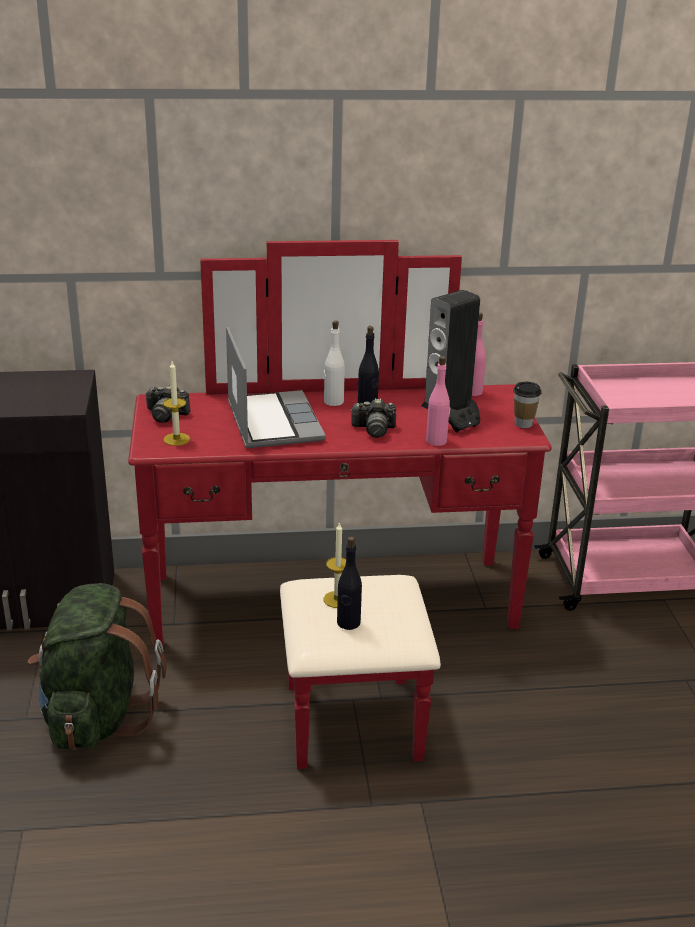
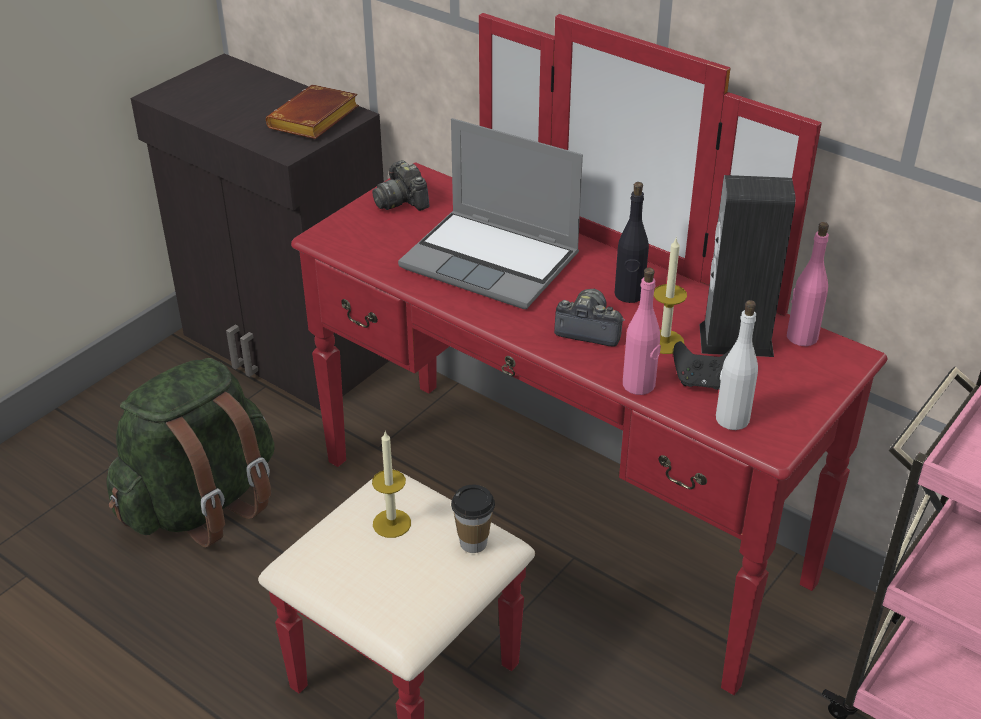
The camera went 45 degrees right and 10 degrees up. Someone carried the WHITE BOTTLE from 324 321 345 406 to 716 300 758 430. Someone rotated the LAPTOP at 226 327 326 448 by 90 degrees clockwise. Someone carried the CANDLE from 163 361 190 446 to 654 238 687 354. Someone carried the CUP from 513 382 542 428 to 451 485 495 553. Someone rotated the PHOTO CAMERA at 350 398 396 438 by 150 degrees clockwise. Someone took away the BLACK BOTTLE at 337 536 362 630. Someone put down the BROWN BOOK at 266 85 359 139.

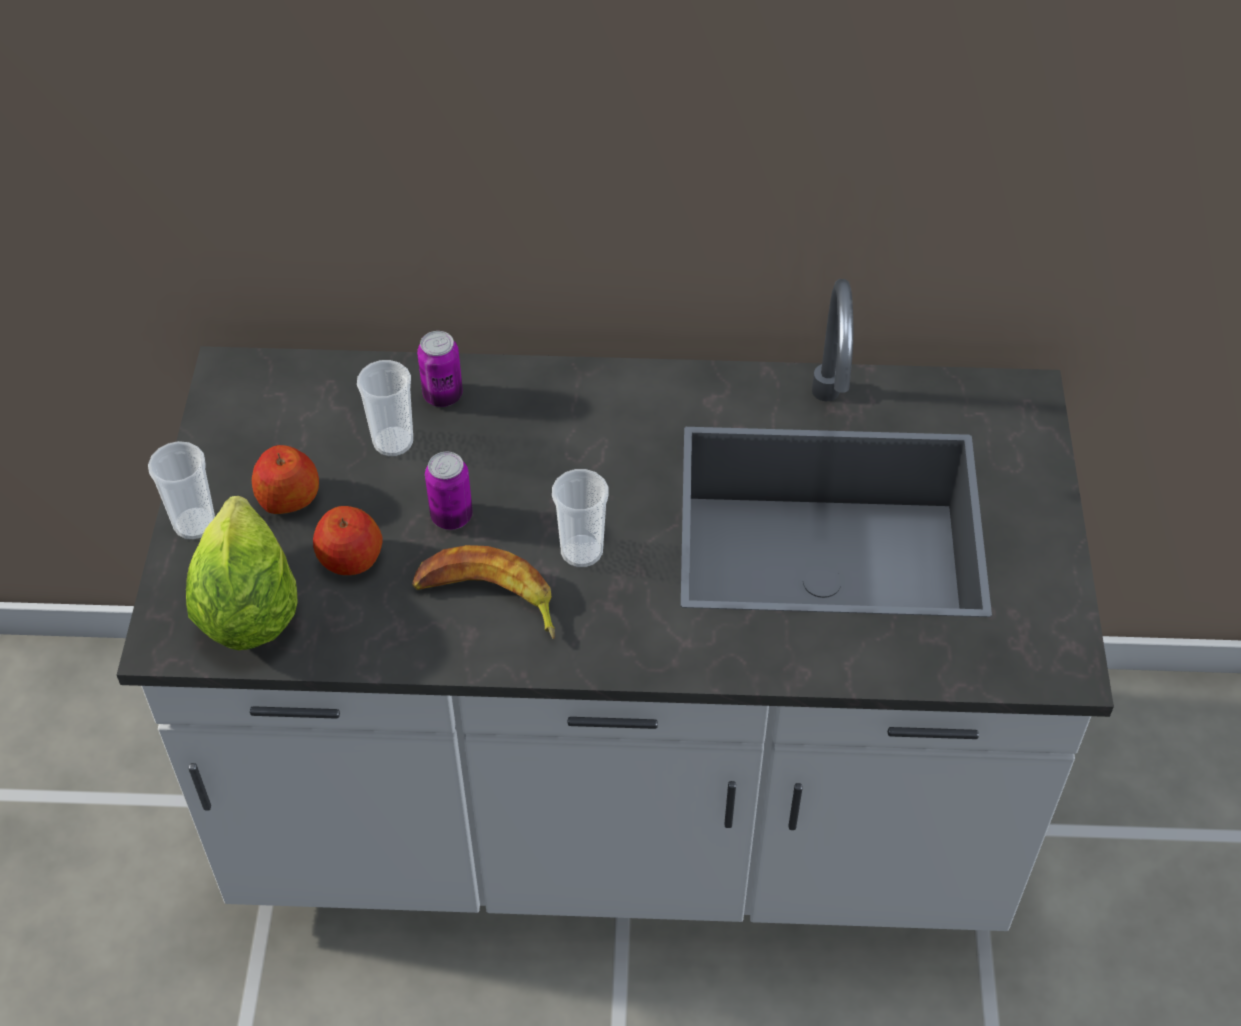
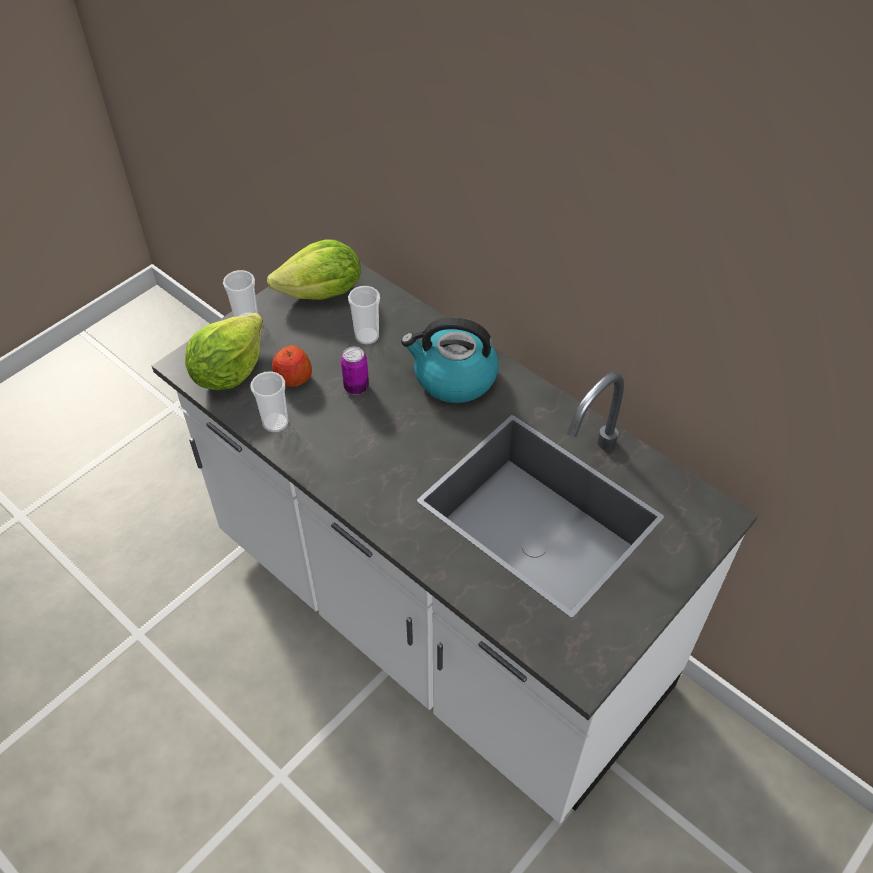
The camera went 40 degrees right and 0 degrees up. Someone took away the CAN at 417 331 463 407. Someone took away the APPLE at 252 445 319 514. Someone carried the CUP from 552 469 608 567 to 251 371 288 433. Someone took away the BANANA at 412 545 555 639. Someone put down the LETTUCE at 267 239 361 300. Someone put down the KETTLE at 401 317 499 403.

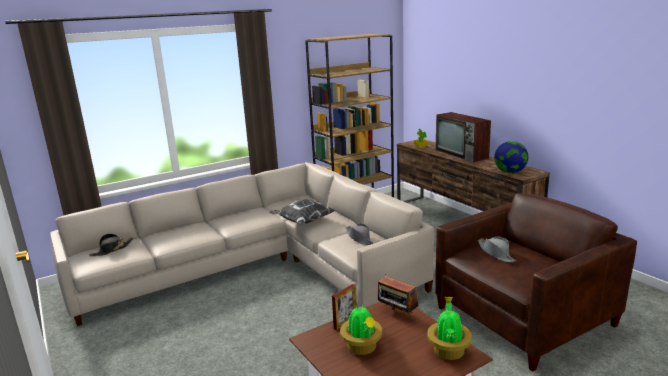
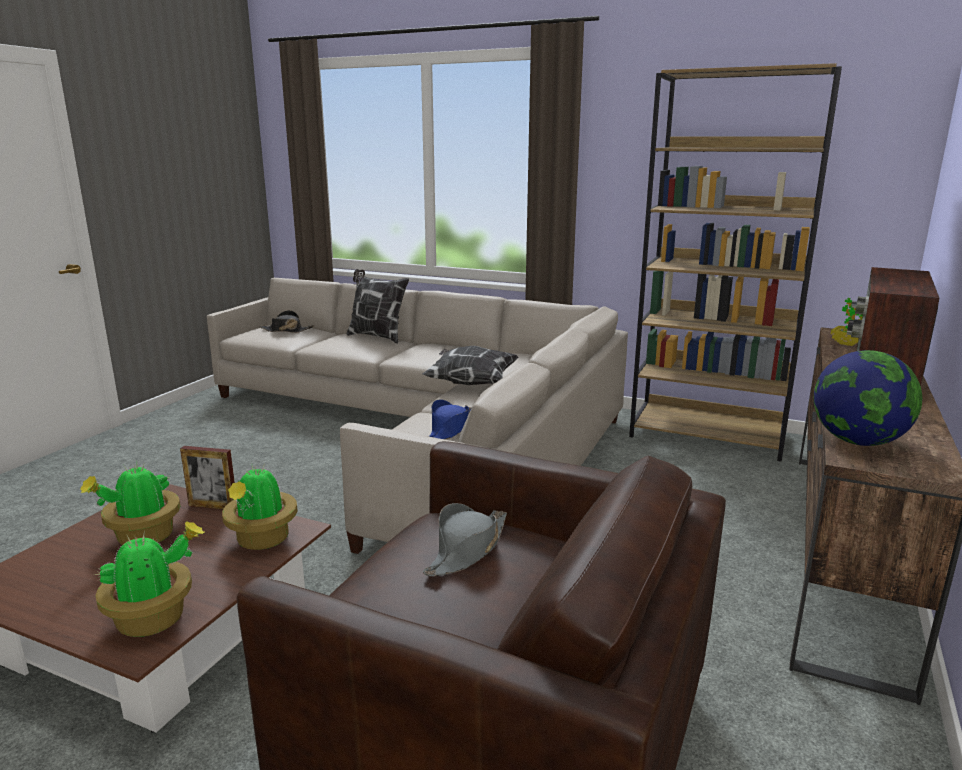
The camera went 55 degrees right and 0 degrees up. Someone repainted the GREY HAT at 346 224 373 245, which became the BLUE HAT at 428 400 472 440. Someone swapped the RADIO at 378 276 419 313 for the POTTED PLANT at 222 463 298 550. Someone put down the PILLOW at 347 269 409 343.

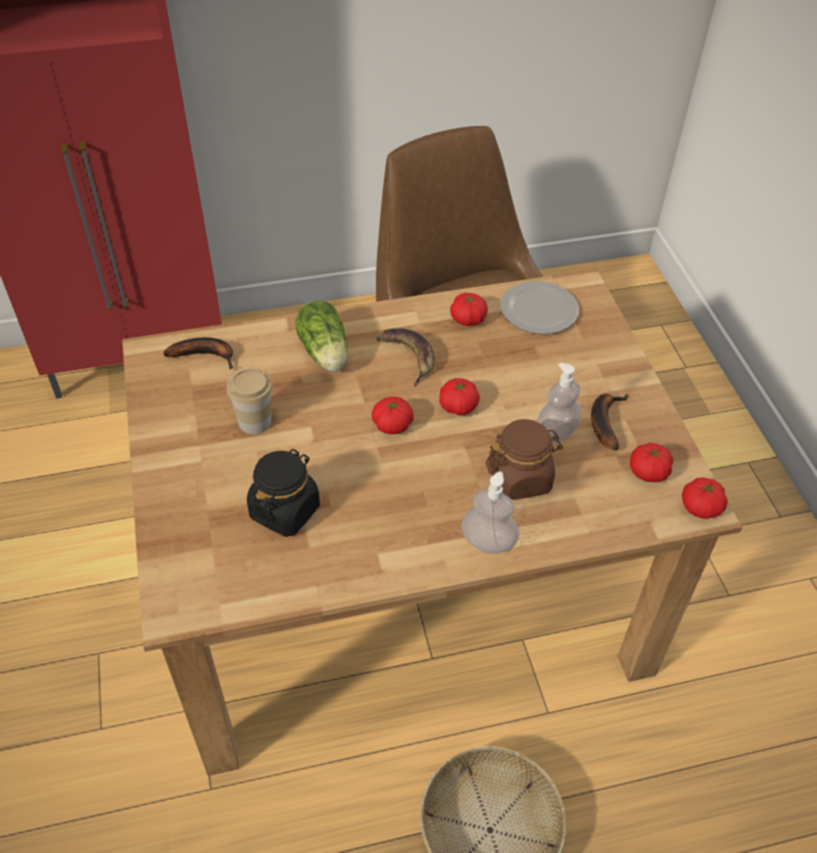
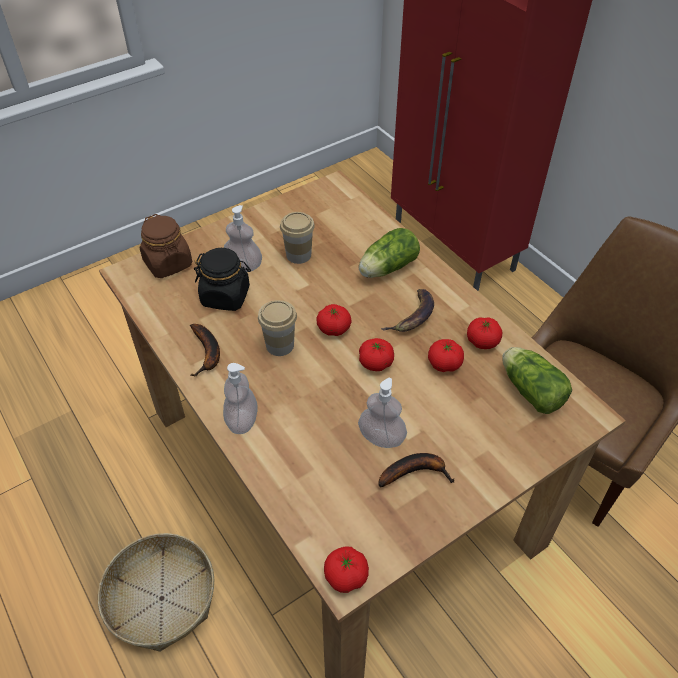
The camera went 70 degrees right and 0 degrees up. Someone swapped the PLATE at 501 281 579 334 for the LETTUCE at 502 347 572 414. Someone carried the BANANA from 163 337 233 370 to 190 324 220 376. Someone carried the BROWN JAR from 486 419 563 500 to 140 214 192 278. Someone carried the TOMATO from 630 443 673 482 to 428 339 464 372. Someone put down the SOAP DISPENSER at 224 205 262 272. Someone put down the CUP at 258 300 297 356.

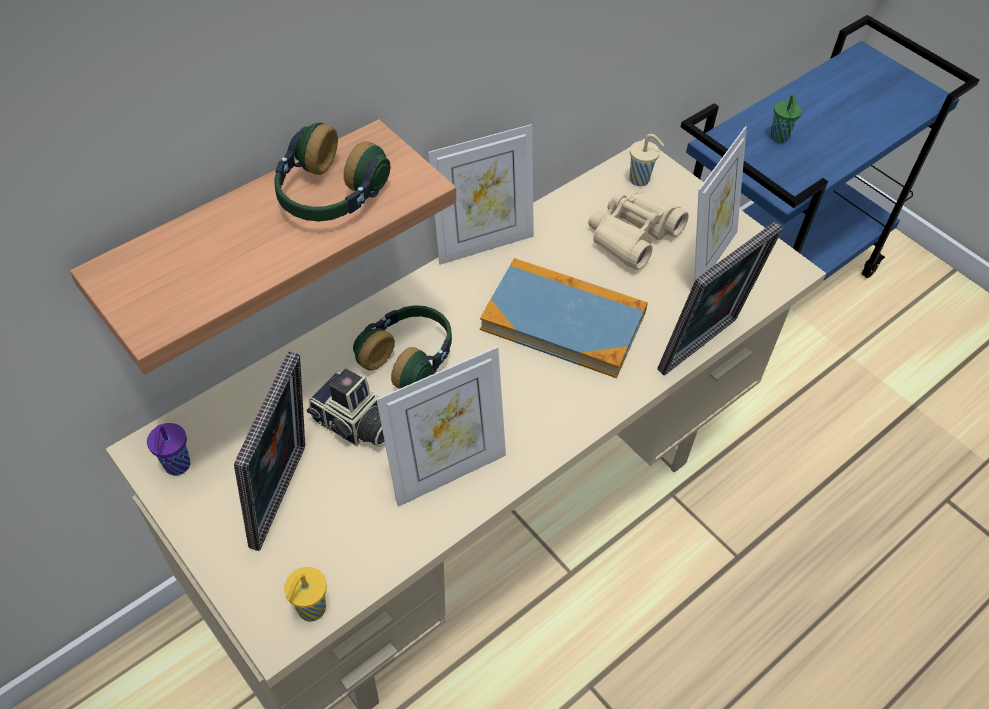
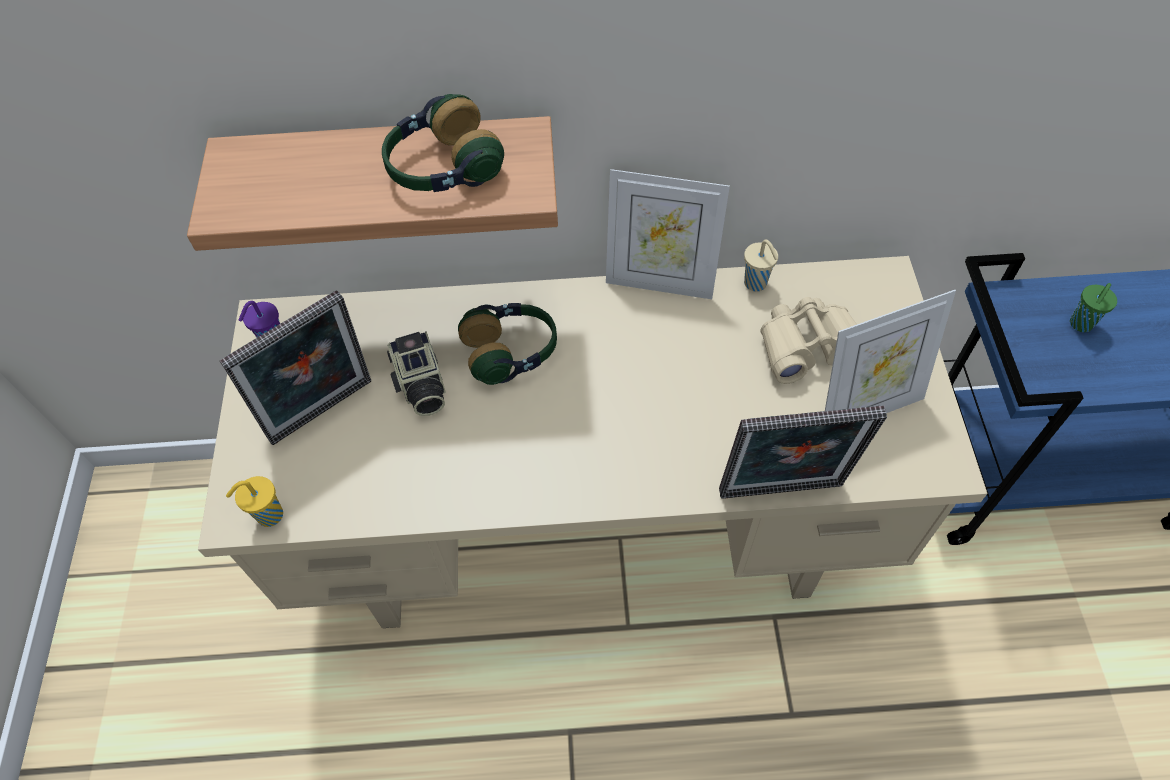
The camera went 40 degrees right and 5 degrees up. Someone carried the BEIGE CUP from 629 134 664 186 to 744 240 778 292. Someone took away the BOOK at 480 258 648 378. Someone took away the PICTURE FRAME at 376 346 506 507.

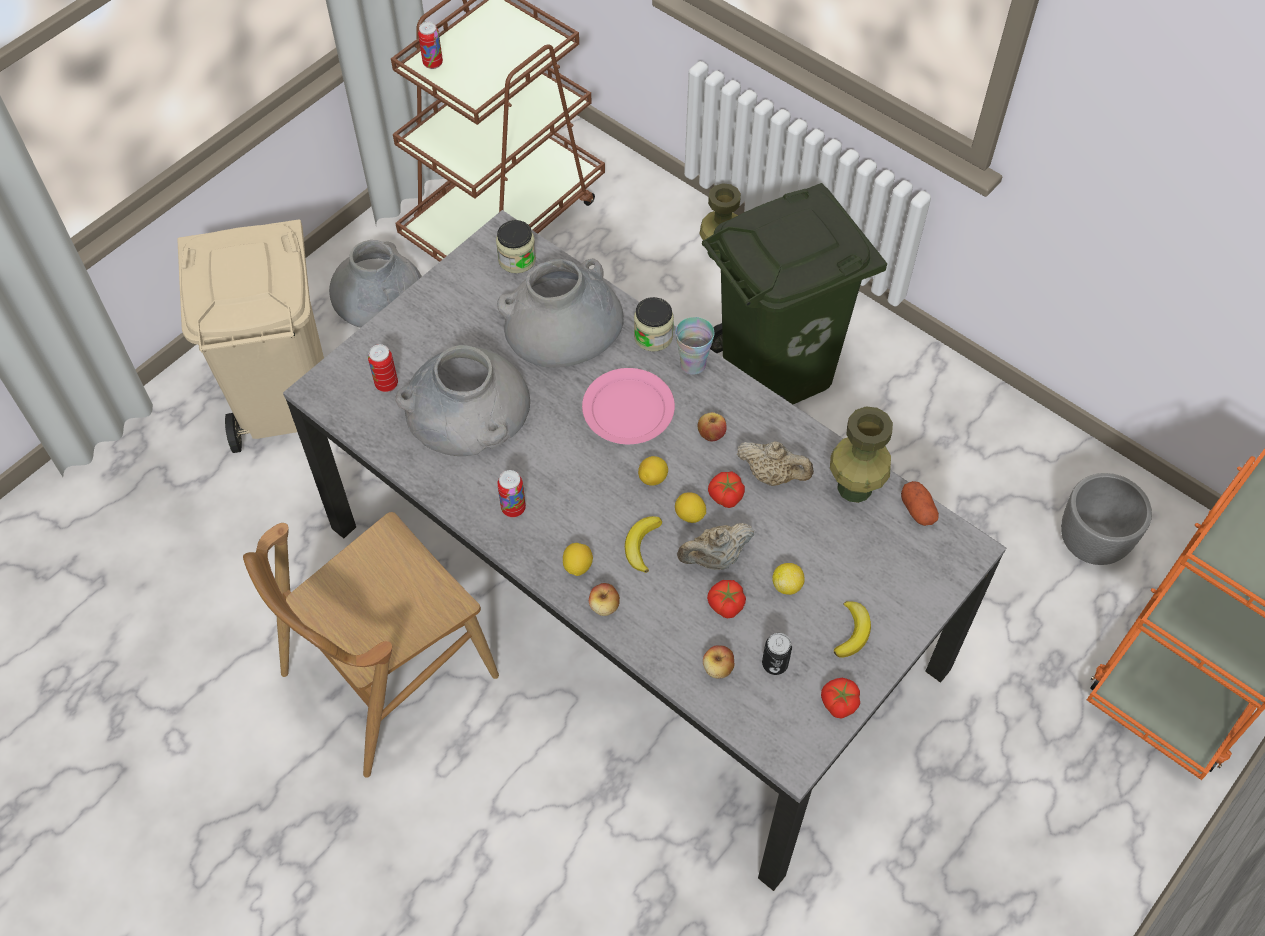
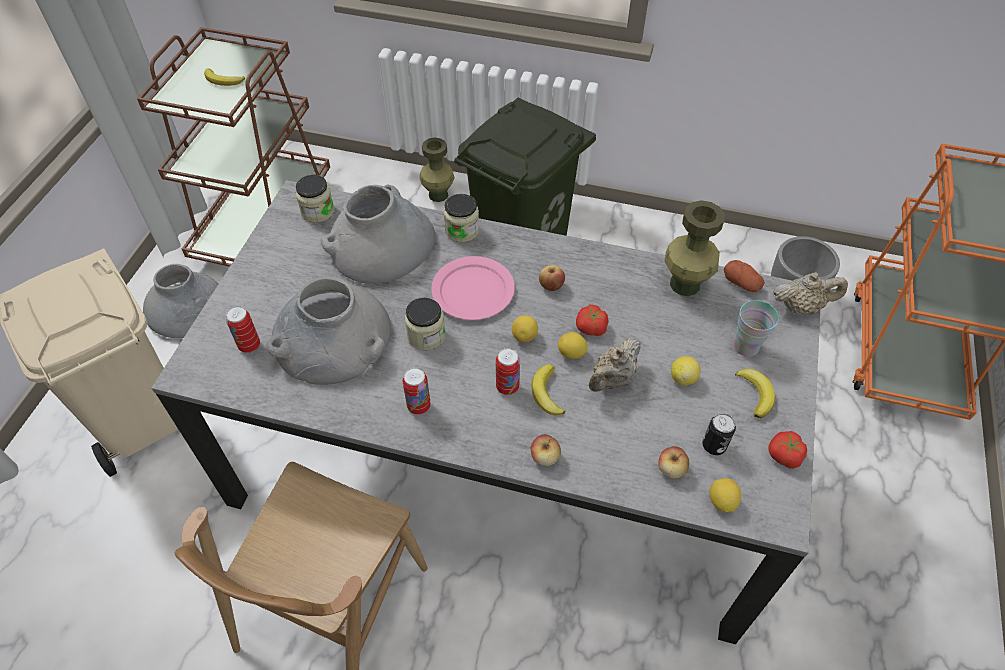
The camera went 25 degrees left and 5 degrees down. Someone carried the CAN from 418 22 443 69 to 496 348 520 395. Someone carried the CUP from 676 317 714 375 to 734 300 779 357. Someone carried the BEIGE TEAPOT from 737 441 814 486 to 773 272 848 315. Someone carried the LEMON from 563 543 593 576 to 709 478 741 512. Someone took away the TOMATO at 707 580 746 618. Someone put down the BANANA at 204 68 245 86. Someone put down the JAR at 405 297 446 351.

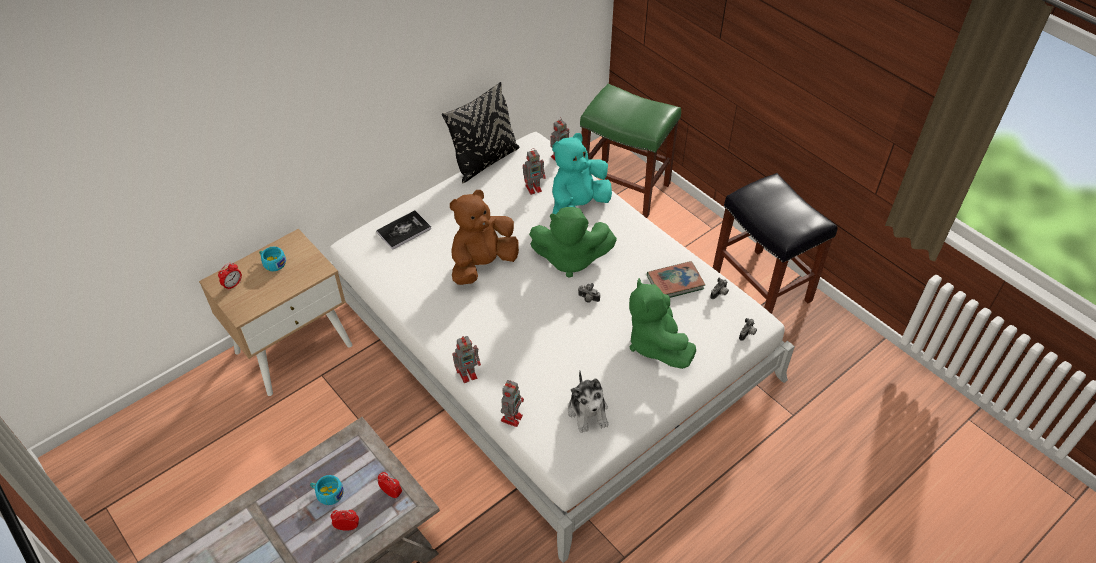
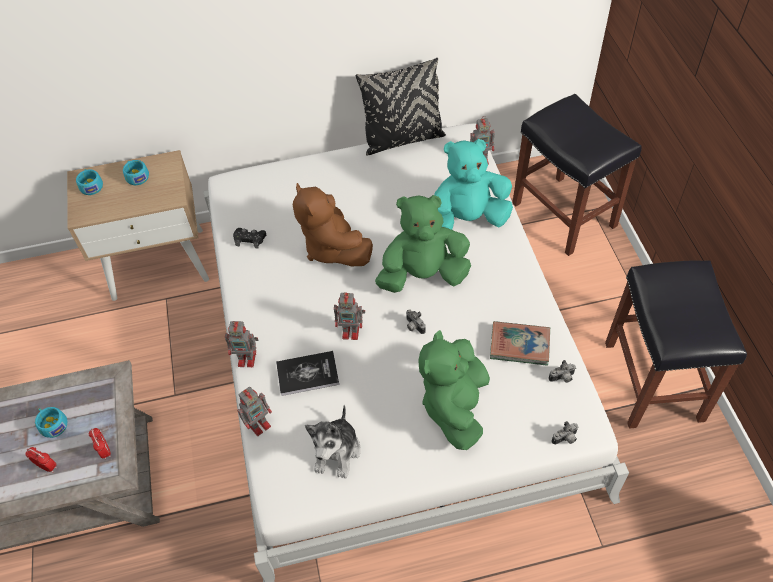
The camera went 30 degrees right and 5 degrees up. Someone repainted the GREEN STOOL at 580 84 681 218, which became the BLACK STOOL at 513 94 641 256. Someone carried the TOY ROBOT from 523 148 546 195 to 334 292 365 340. Someone rotated the BROWN PLUSH TOY at 450 190 519 285 by 105 degrees counterclockwise. Someone rotated the GREEN PLUSH TOY at 529 207 617 277 by 135 degrees clockwise. Someone carried the BOOK from 376 210 431 250 to 276 351 339 396. Someone swapped the ALARM CLOCK at 218 263 242 291 for the TURQUOISE CUP at 76 169 103 195. Someone put down the BLACK GAME CONTROLLER at 233 228 266 248.

